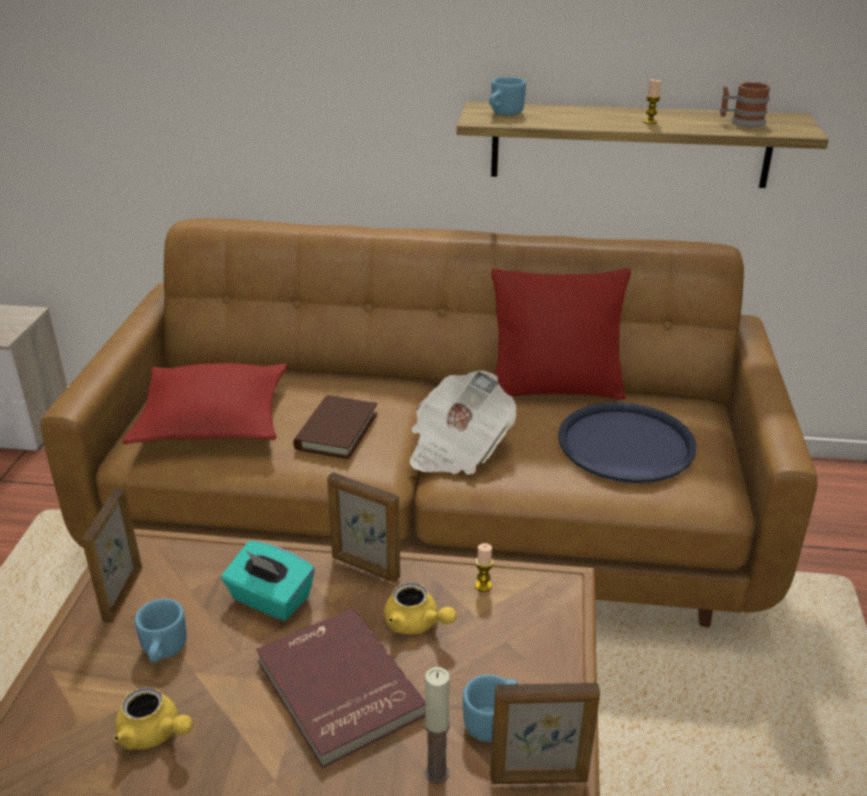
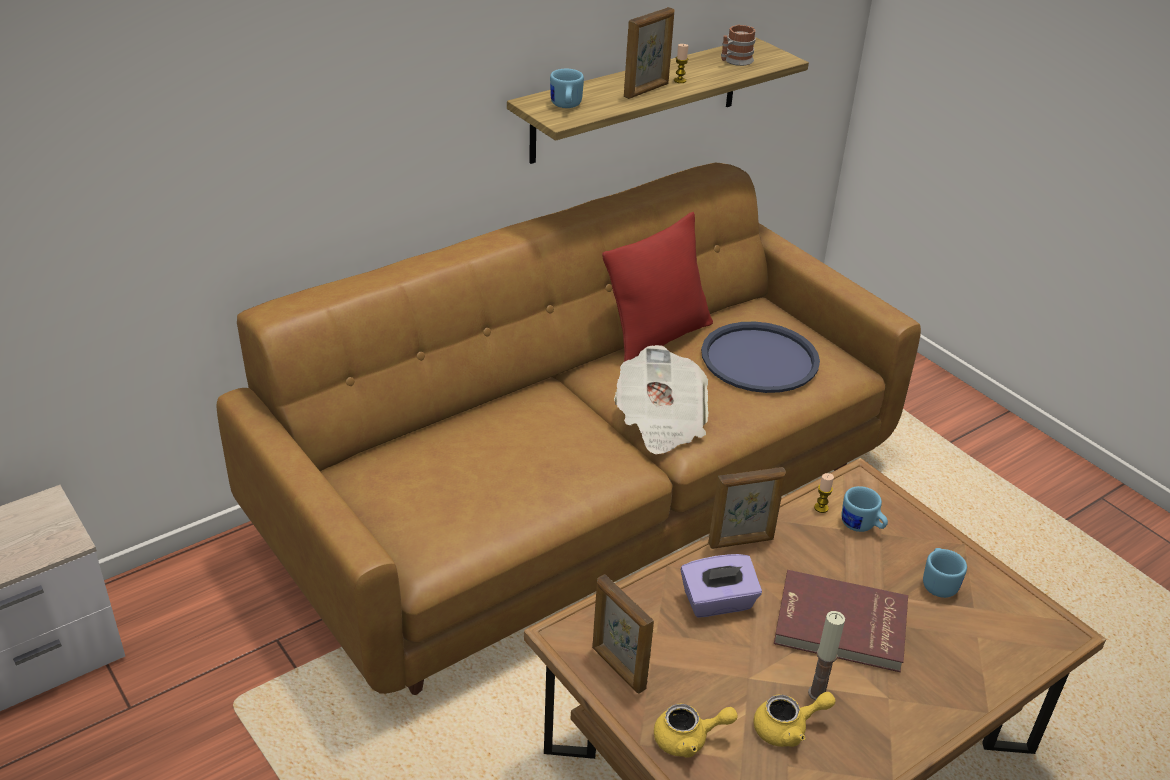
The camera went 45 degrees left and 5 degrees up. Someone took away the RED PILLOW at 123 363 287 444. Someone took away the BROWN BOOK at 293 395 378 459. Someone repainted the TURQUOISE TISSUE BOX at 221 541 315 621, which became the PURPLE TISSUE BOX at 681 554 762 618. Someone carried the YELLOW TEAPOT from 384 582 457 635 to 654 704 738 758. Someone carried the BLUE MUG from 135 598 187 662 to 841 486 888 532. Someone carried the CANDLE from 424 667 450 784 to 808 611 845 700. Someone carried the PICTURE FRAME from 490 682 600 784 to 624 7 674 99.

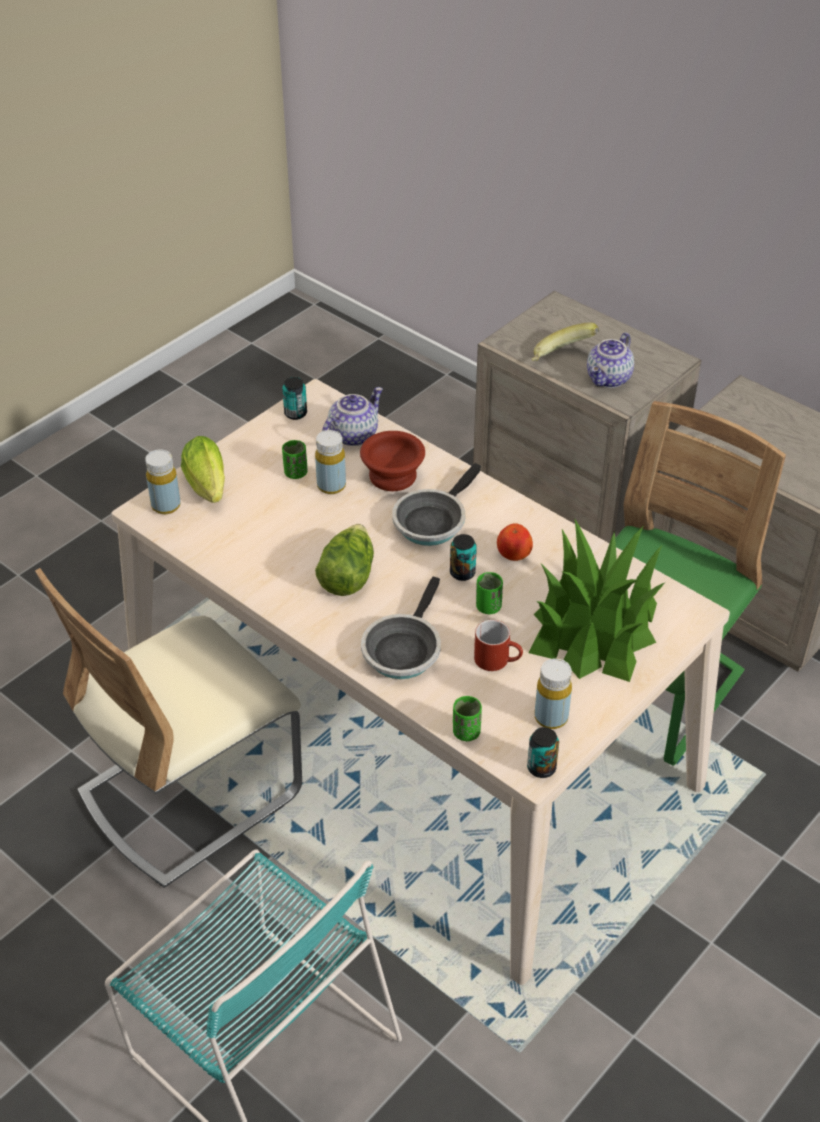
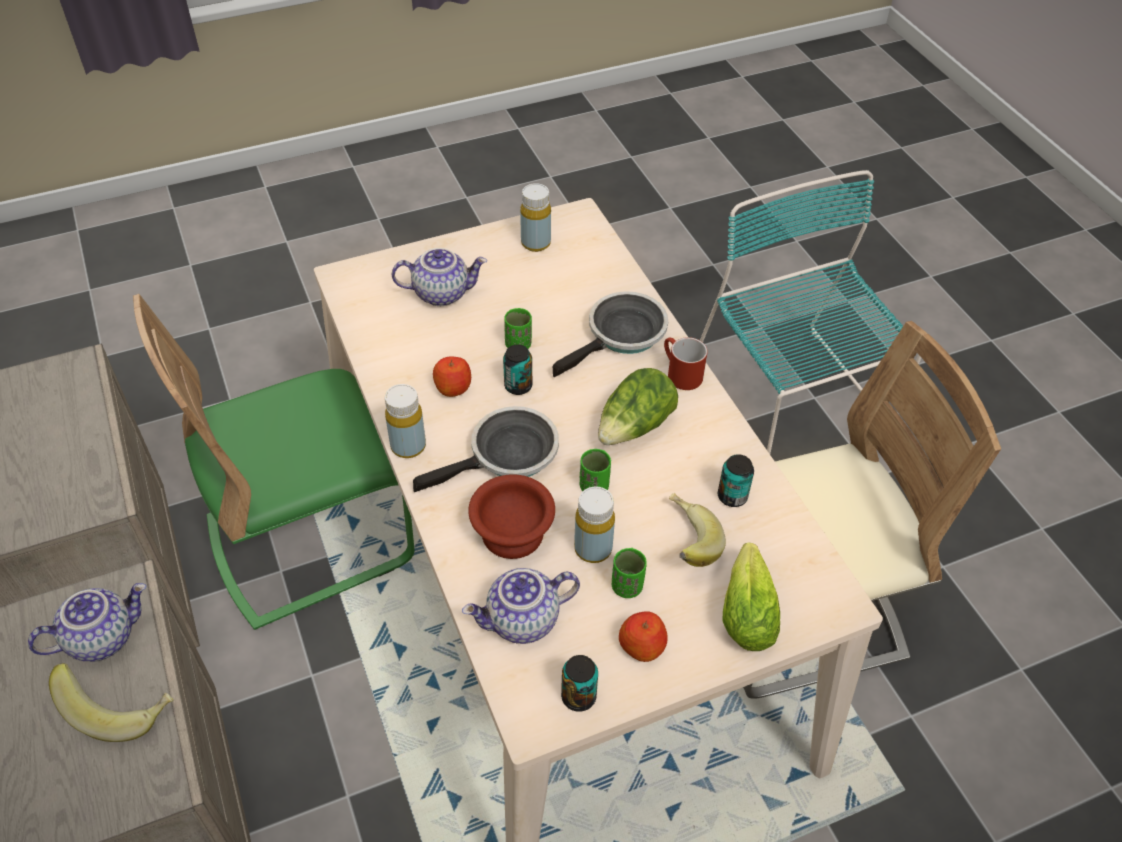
The camera went 155 degrees left and 5 degrees up. Someone carried the YELLOW BOTTLE from 145 449 181 514 to 385 384 426 458. Someone swapped the POTTED PLANT at 529 520 665 682 for the TEAPOT at 392 248 487 306. Someone carried the RED MUG from 474 620 523 671 to 664 337 708 390. Someone carried the GREEN CUP from 453 696 482 741 to 580 449 611 491. Someone carried the CAN from 527 727 559 778 to 718 454 754 507. Someone put down the BANANA at 669 493 726 567. Someone put down the APPLE at 619 611 668 662.

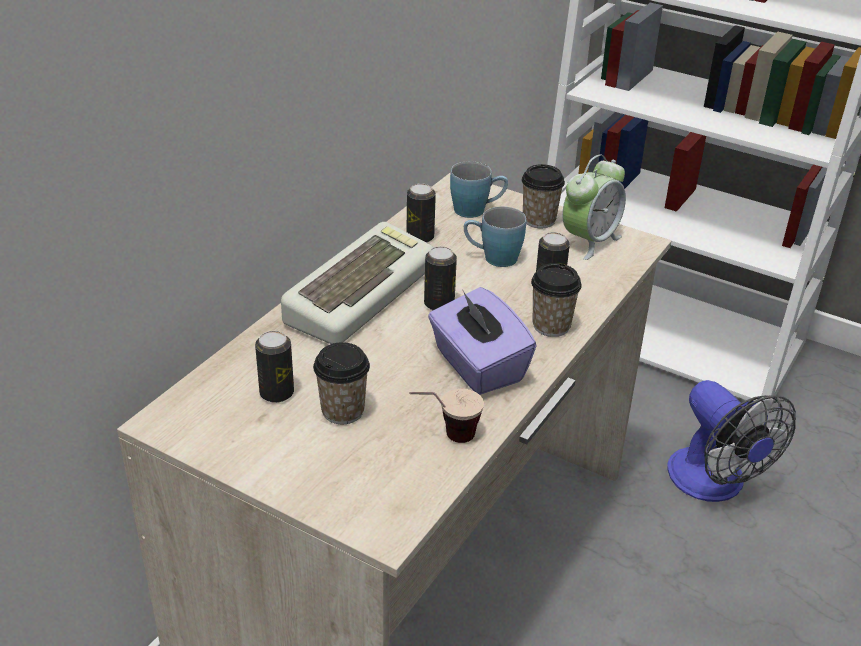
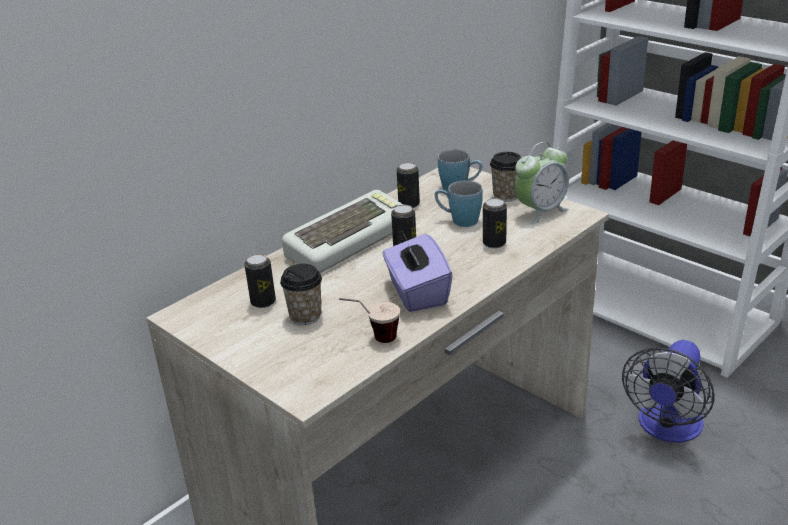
The camera went 15 degrees right and 5 degrees down. Someone took away the CUP at 531 263 582 337. Someone rotated the FAN at 667 380 796 502 by 45 degrees clockwise.

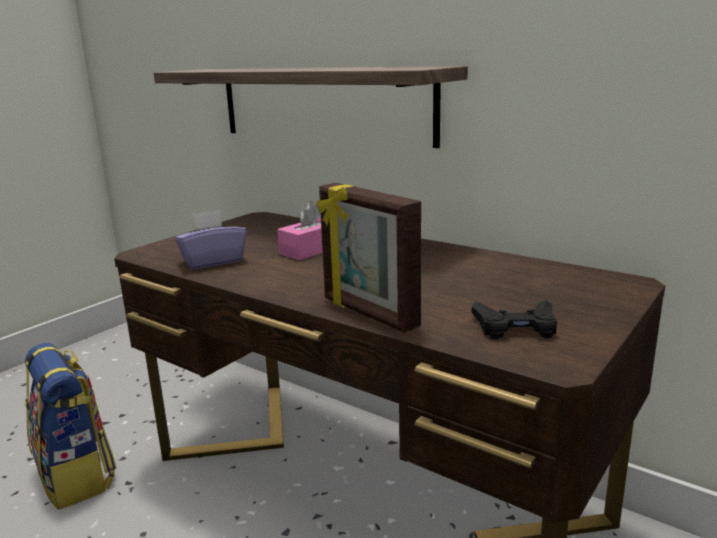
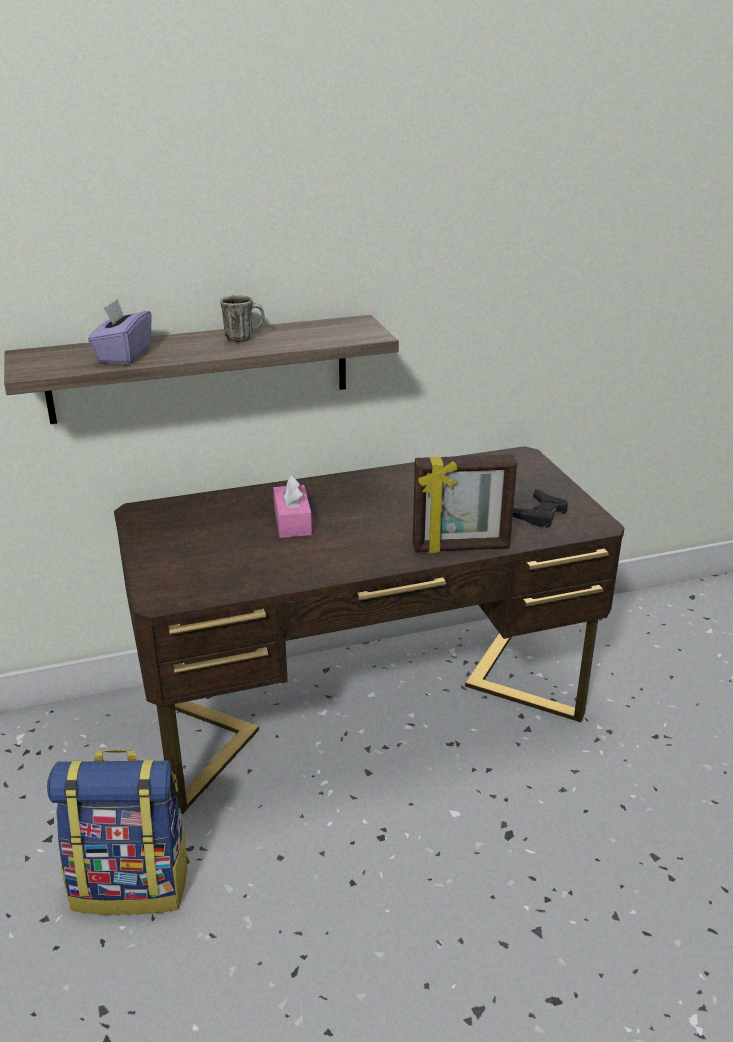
The camera went 55 degrees left and 10 degrees up. Someone carried the PURPLE TISSUE BOX from 175 210 247 269 to 88 299 152 364. Someone put down the MUG at 220 295 265 342.

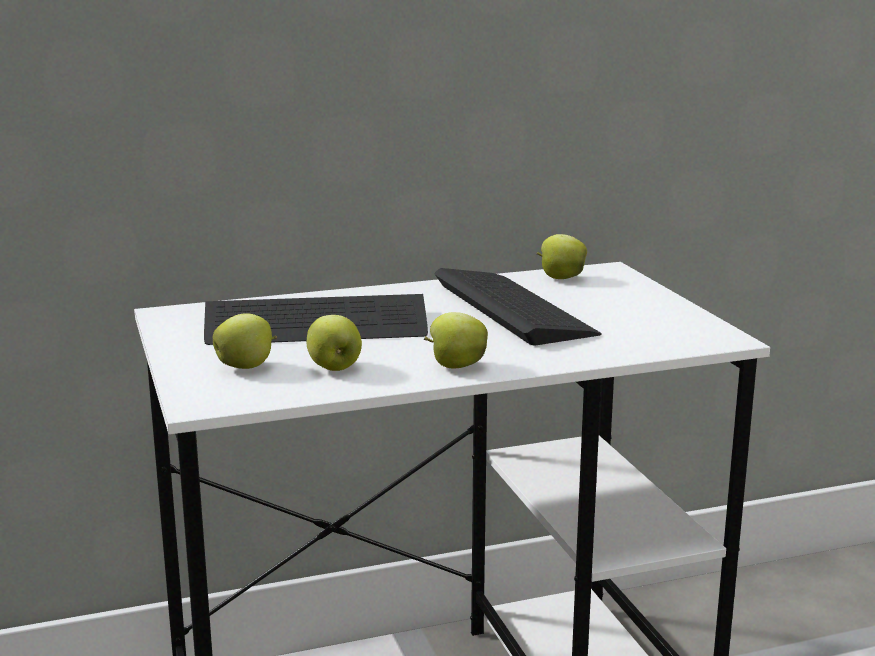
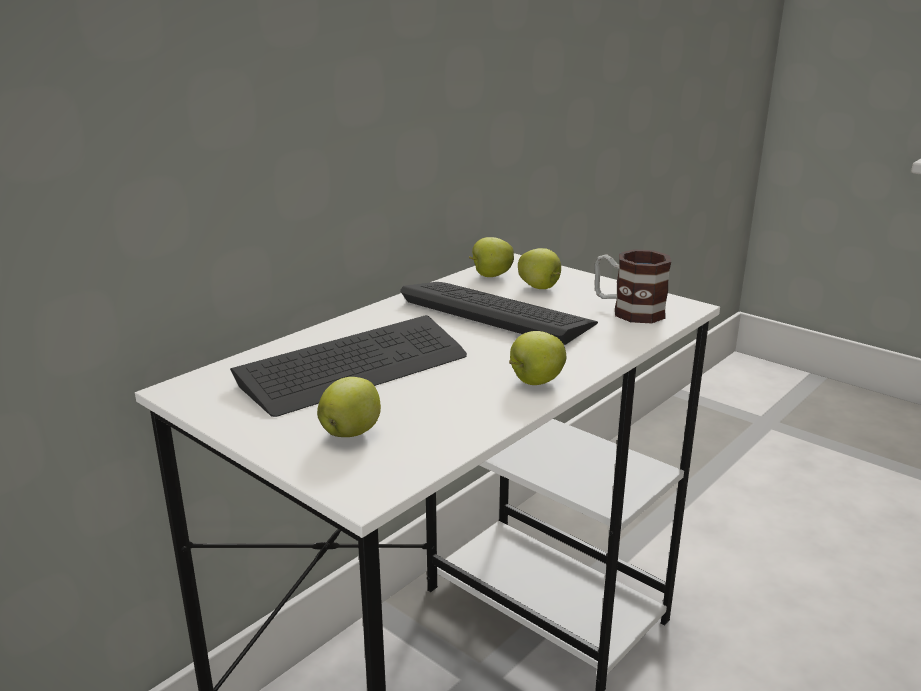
The camera went 30 degrees left and 5 degrees up. Someone carried the APPLE from 307 315 362 371 to 518 248 561 289. Someone put down the MUG at 595 249 671 323.

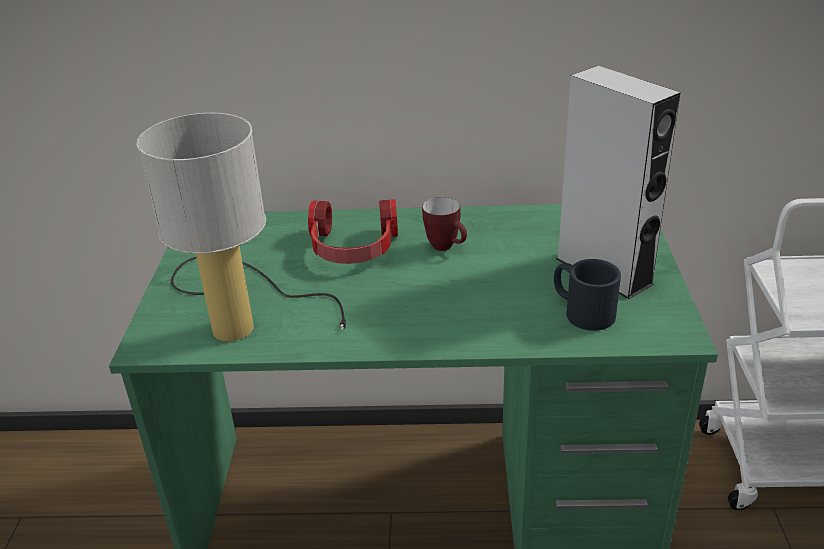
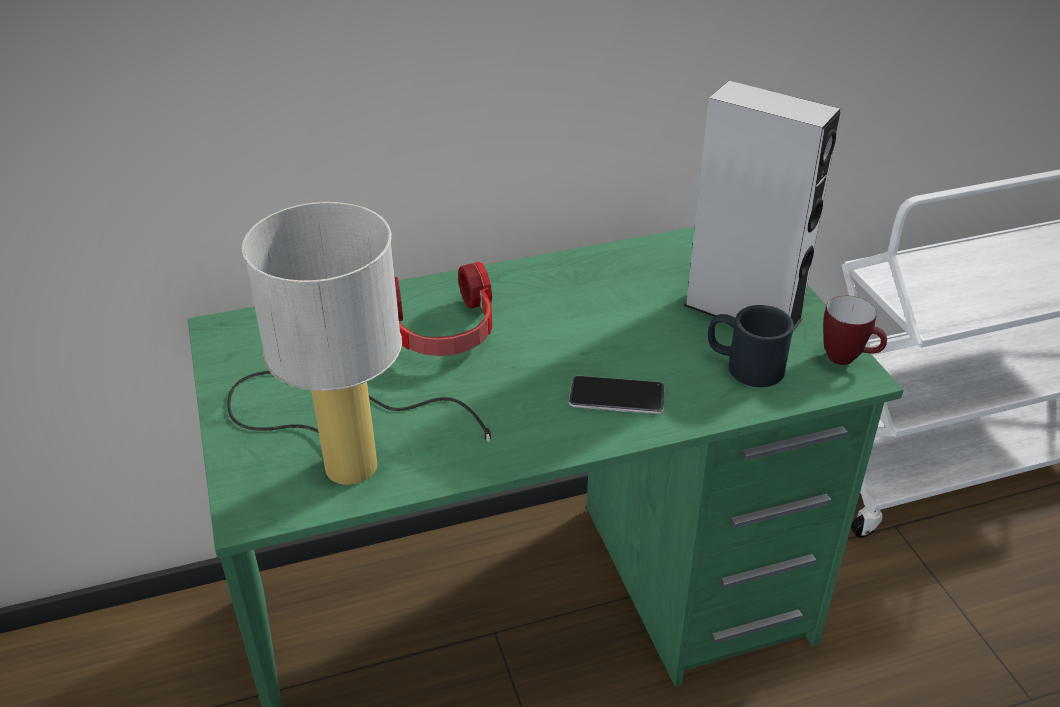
The camera went 20 degrees left and 5 degrees up. Someone carried the MUG from 422 197 467 251 to 823 296 887 365. Someone put down the PHONE at 569 376 664 414.

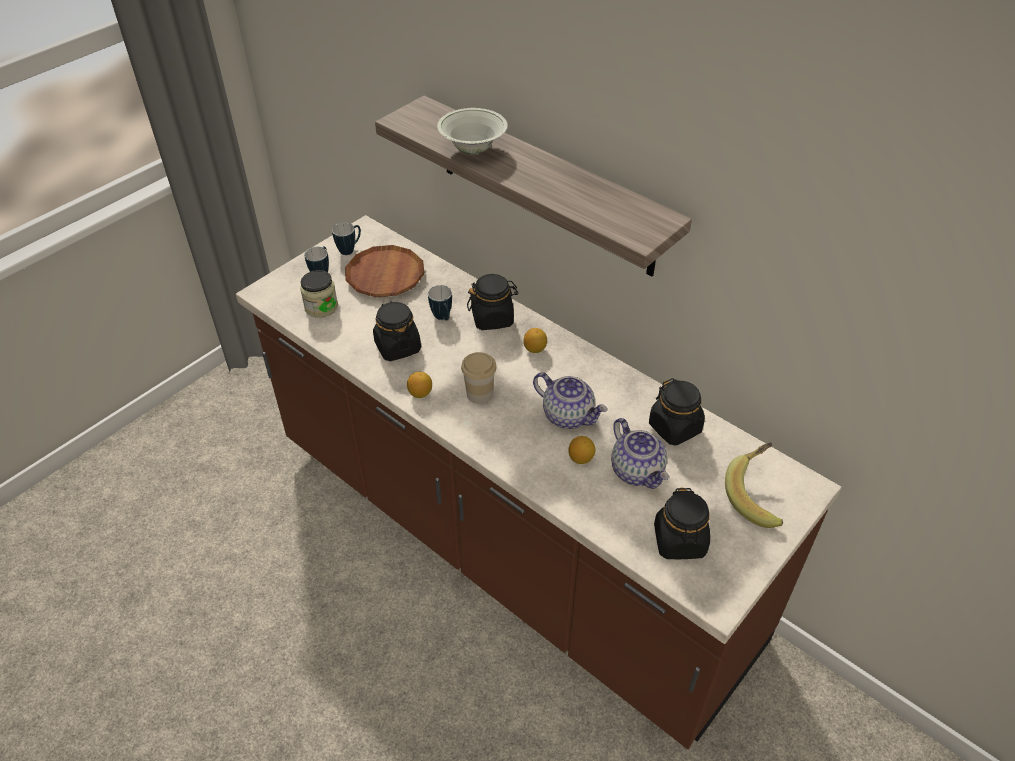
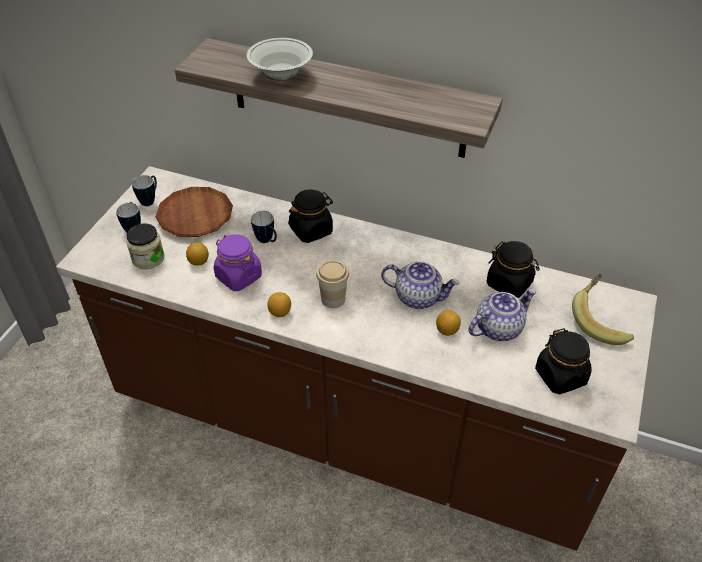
The camera went 20 degrees left and 0 degrees up. Someone repainted the BLACK JAR at 373 301 421 361, which became the PURPLE JAR at 214 234 262 291. Someone carried the LEMON from 524 328 547 353 to 186 242 209 266. Someone rotated the TEAPOT at 611 418 669 489 by 75 degrees counterclockwise.

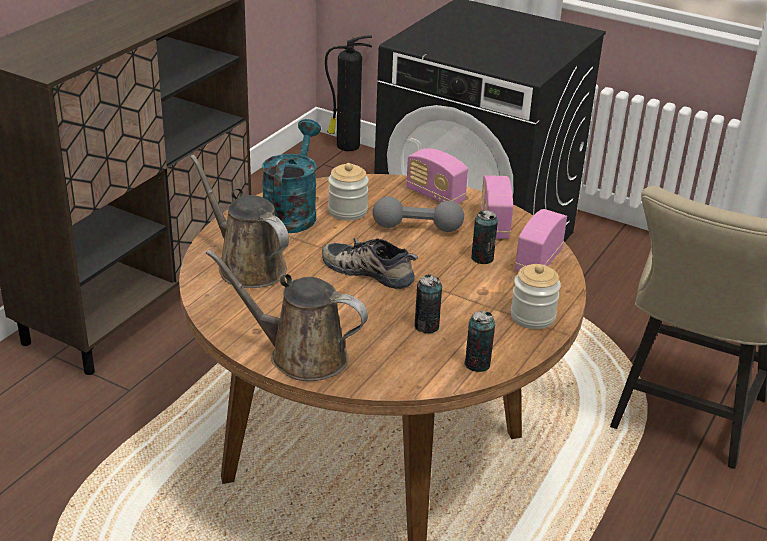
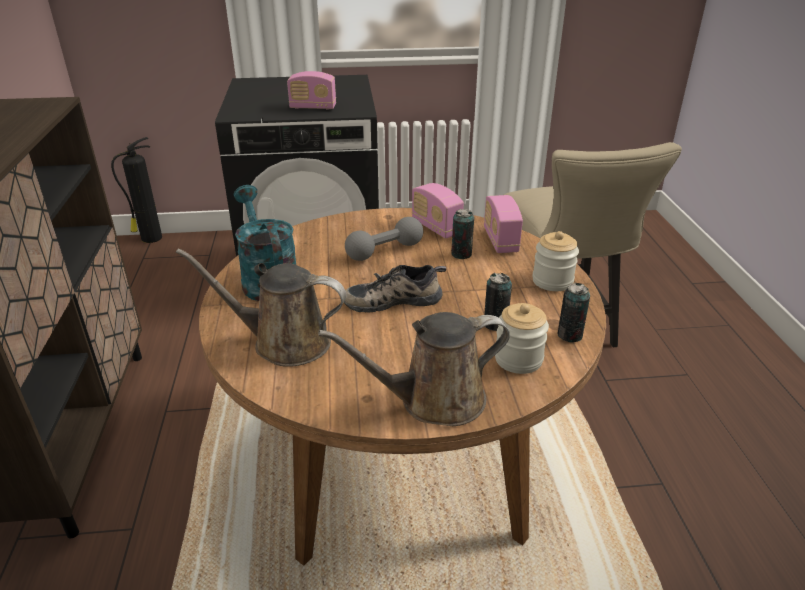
The camera went 35 degrees left and 0 degrees up. Someone carried the RADIO from 406 148 468 204 to 287 71 336 110. Someone carried the JAR from 328 163 369 221 to 495 303 549 374.

